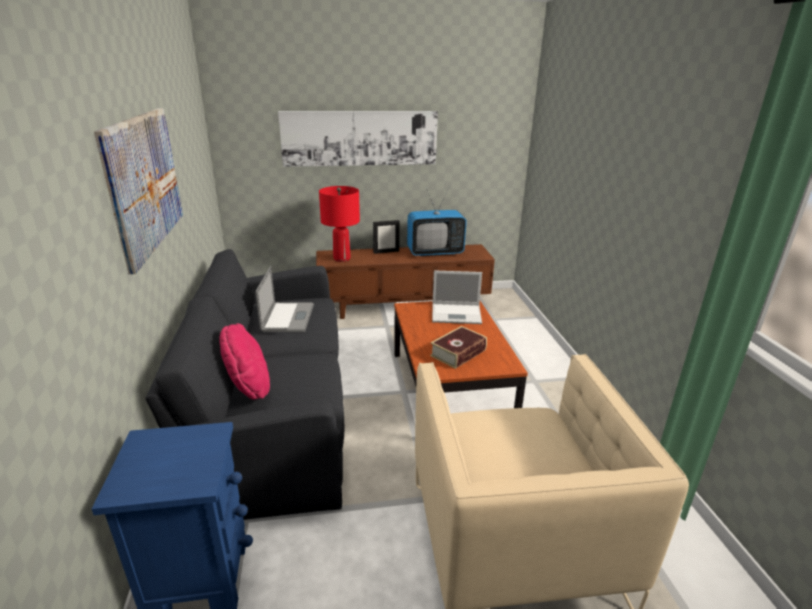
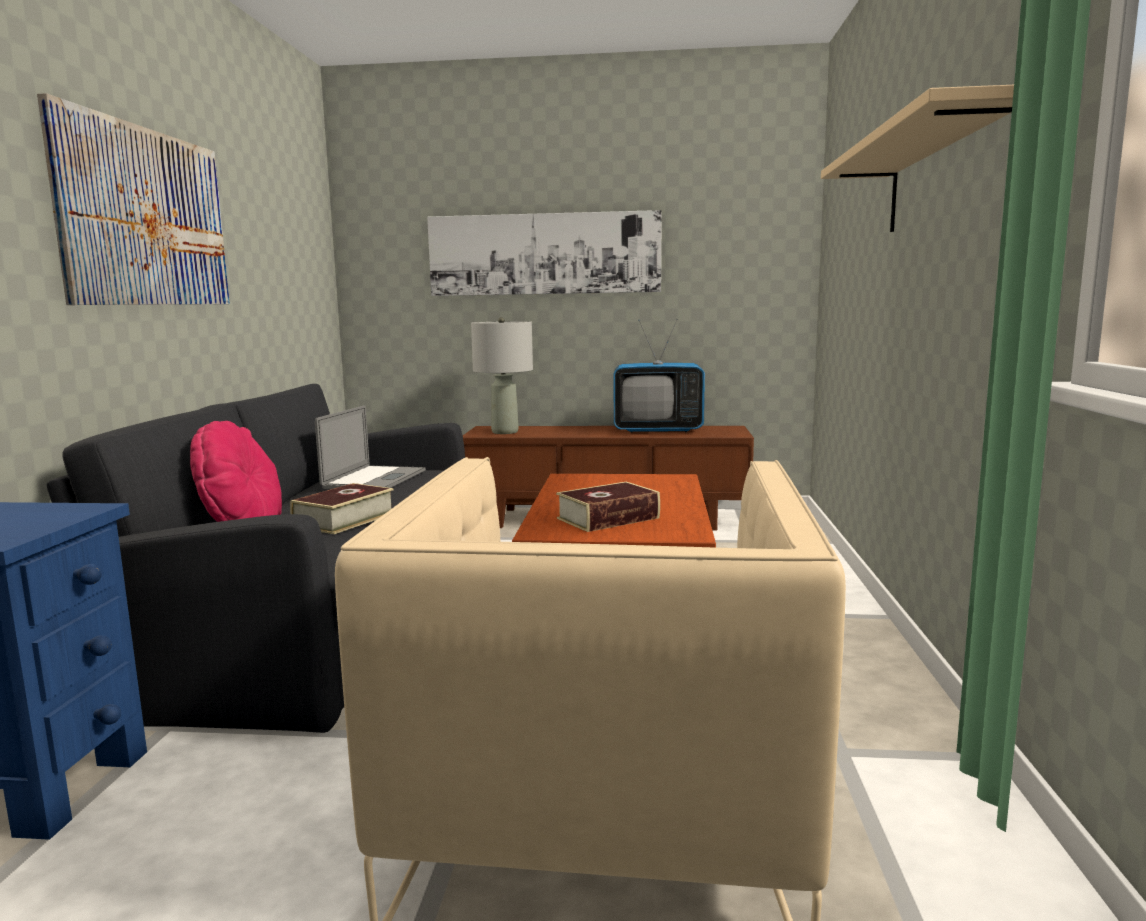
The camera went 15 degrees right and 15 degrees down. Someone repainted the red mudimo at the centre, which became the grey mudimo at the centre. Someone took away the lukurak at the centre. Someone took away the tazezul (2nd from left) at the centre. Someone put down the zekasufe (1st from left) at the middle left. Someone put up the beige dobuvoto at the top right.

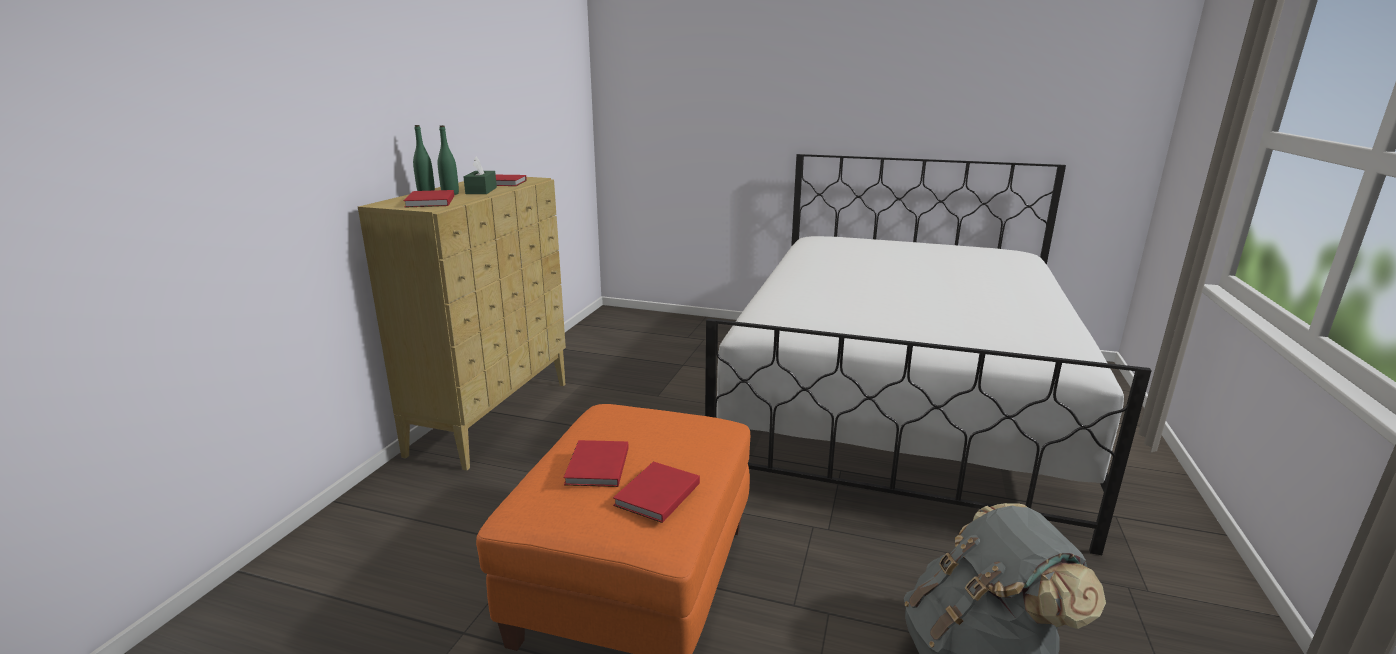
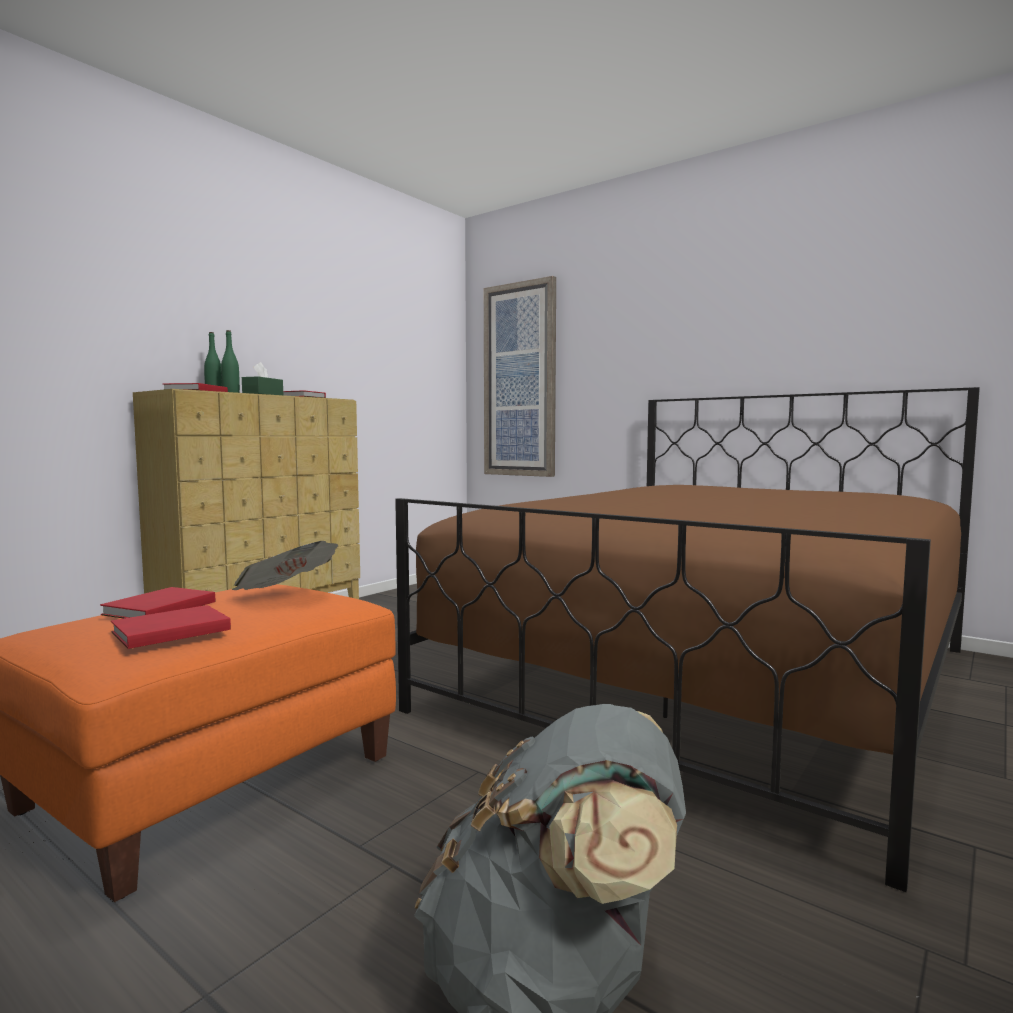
The camera went 20 degrees right and 15 degrees down. Someone repainted the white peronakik at the centre, which became the brown peronakik at the middle right. Someone put down the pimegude at the middle left. Someone put up the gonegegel at the centre.

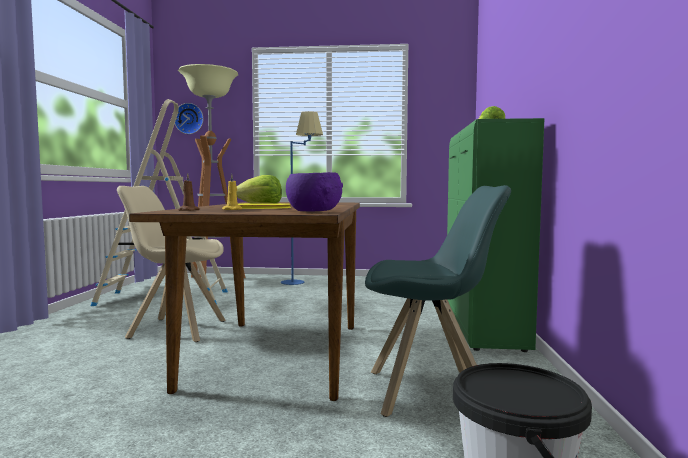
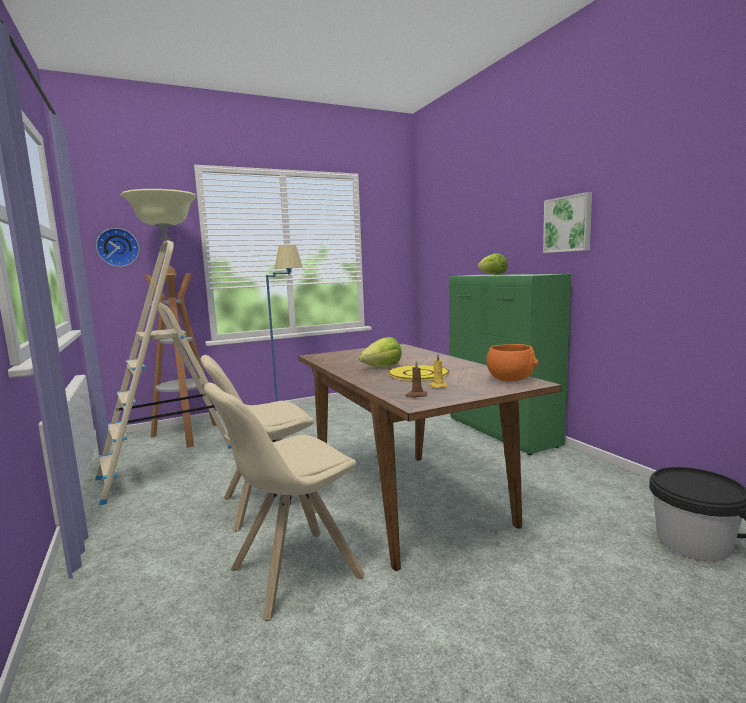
The camera went 30 degrees left and 5 degrees up. Someone repainted the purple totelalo at the centre, which became the orange totelalo at the middle right. Someone took away the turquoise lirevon at the centre. Someone put down the beige lirevon (2nd from left) at the bottom centre. Someone put up the gonegegel at the top right.

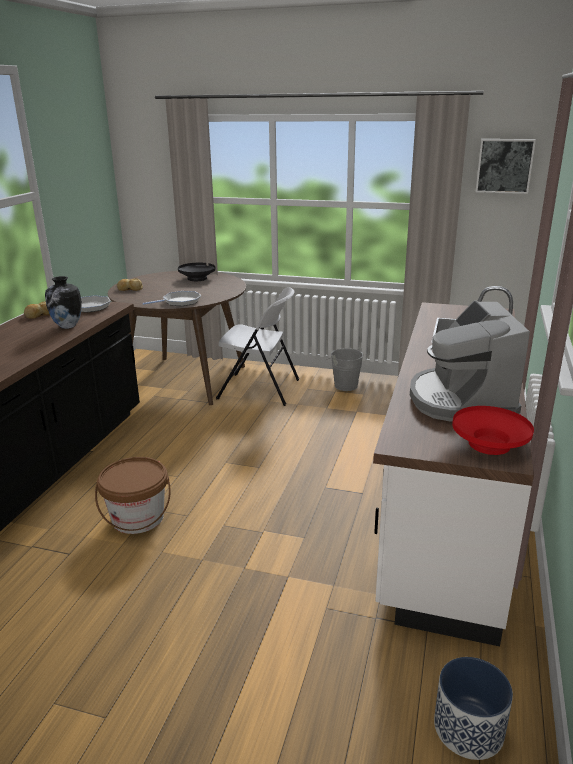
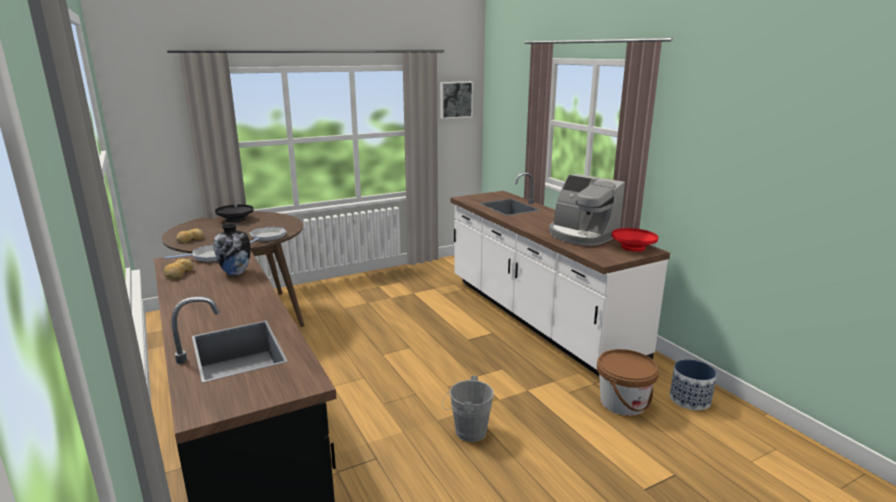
The camera went 45 degrees left and 5 degrees down. Someone carried the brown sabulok from the middle left to the bottom right. Someone took away the white lirevon at the centre. Someone carried the grey sabulok from the centre to the bottom centre.

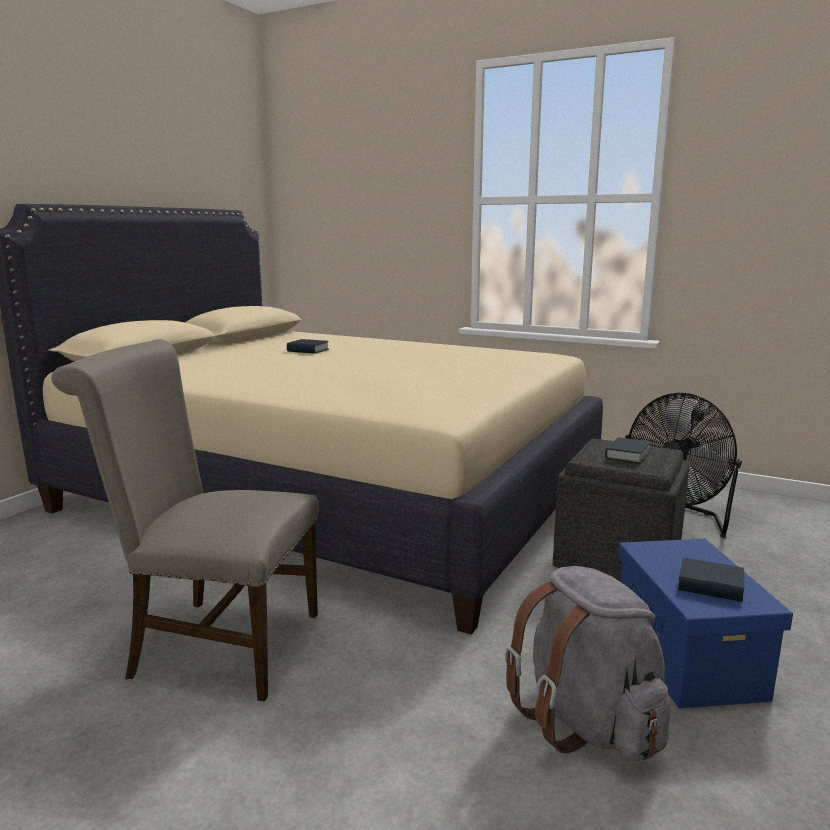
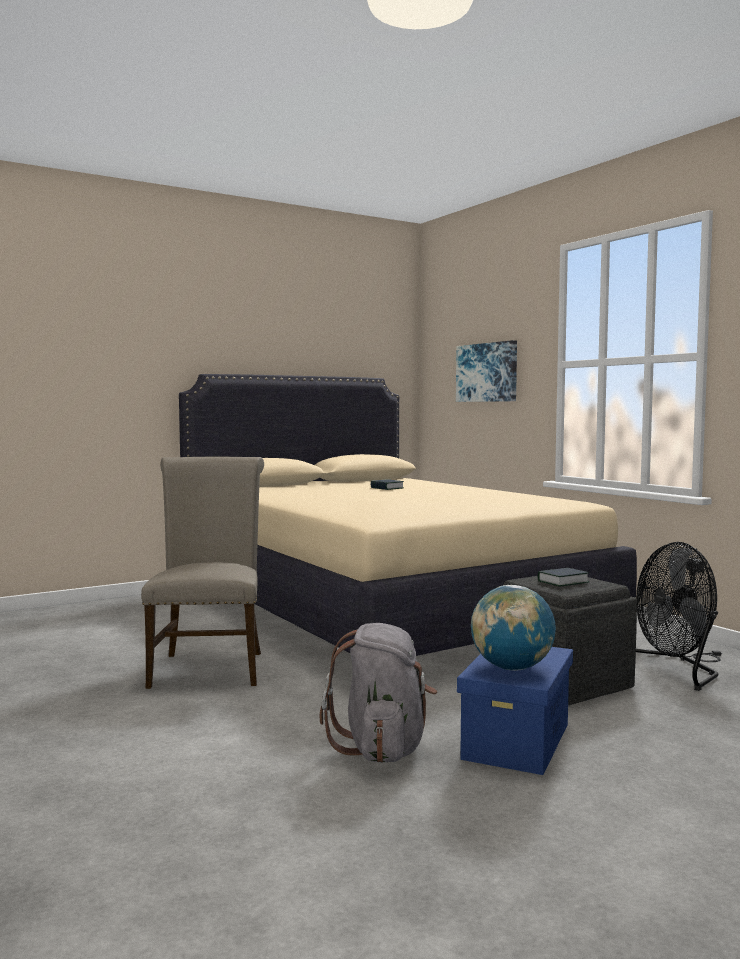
The camera went 30 degrees right and 10 degrees down. Someone rotated the beige lirevon at the middle left by 45 degrees clockwise. Someone swapped the zekasufe (3rd from left) at the bottom right for the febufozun at the middle right. Someone put up the gonegegel at the centre.

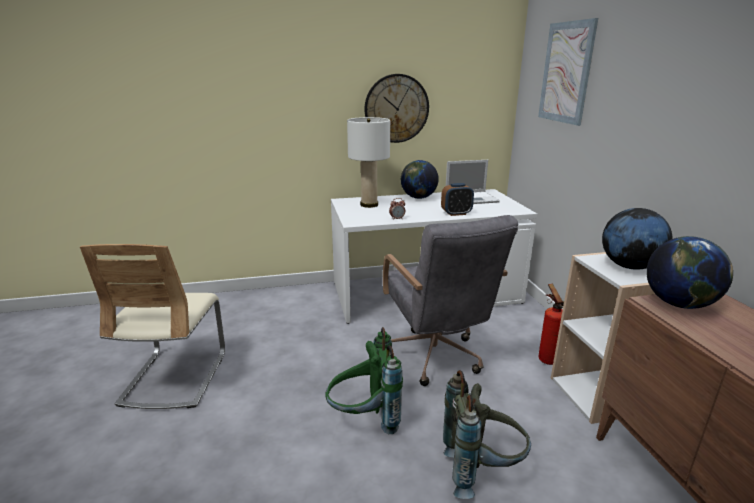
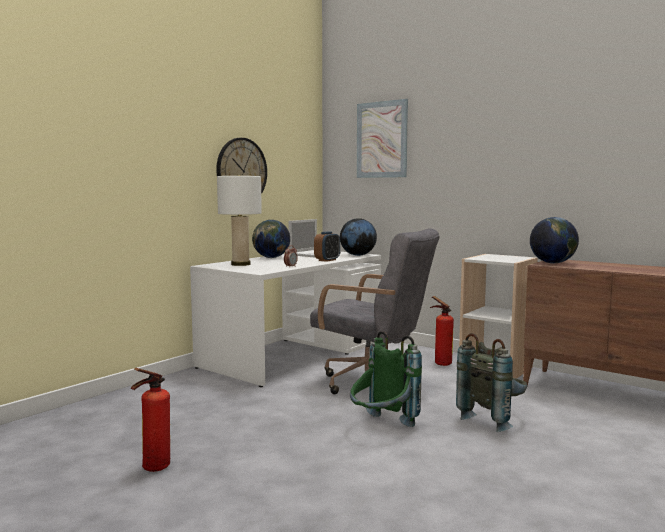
The camera went 40 degrees left and 15 degrees down. Someone swapped the beige lirevon at the middle left for the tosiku (1st from left) at the bottom left. Someone carried the febufozun (2nd from left) from the middle right to the centre.

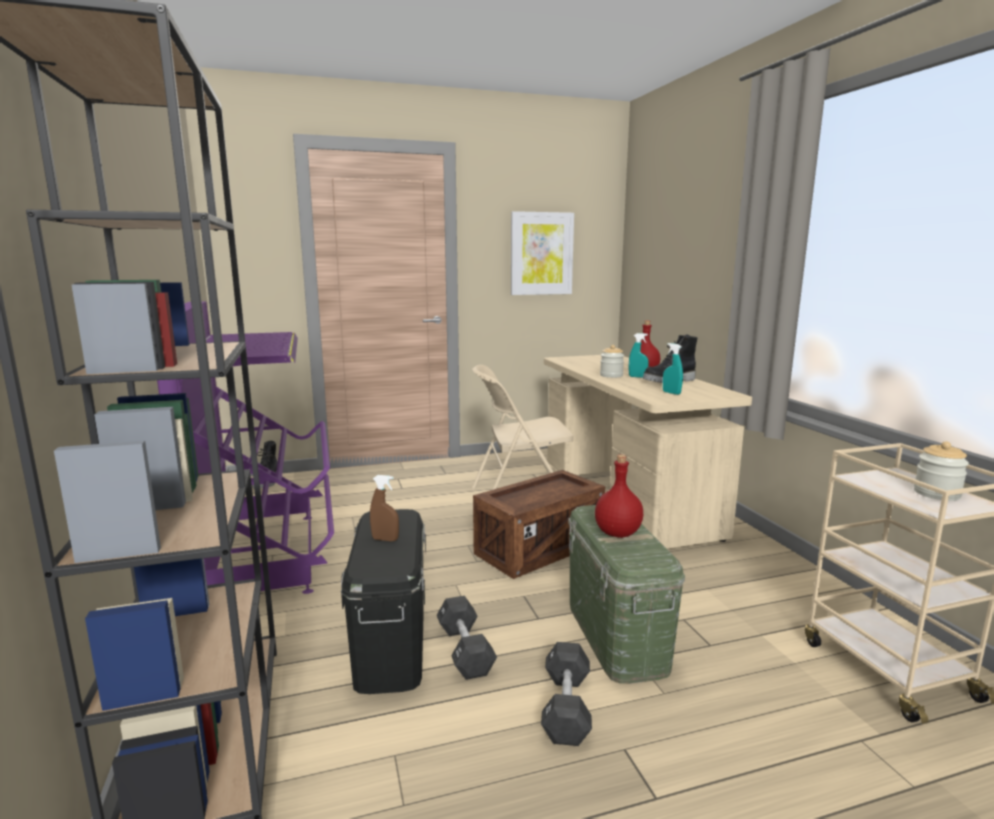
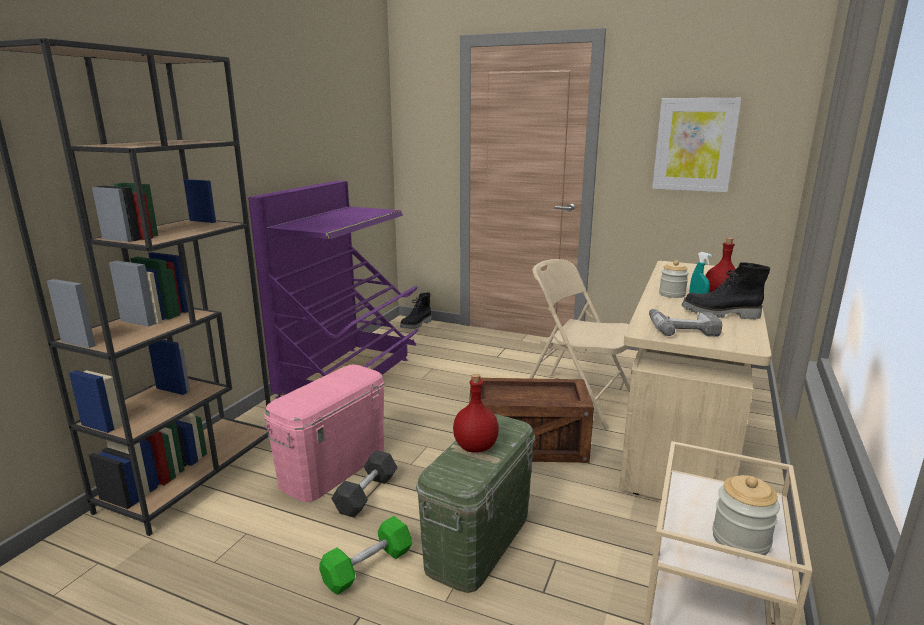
The camera went 40 degrees right and 5 degrees up. Someone repainted the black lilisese at the bottom centre, which became the pink lilisese at the bottom centre. Someone took away the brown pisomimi at the centre. Someone repainted the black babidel (2nd from left) at the bottom centre, which became the green babidel at the bottom centre. Someone swapped the turquoise pisomimi (2nd from left) at the middle right for the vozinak at the middle right.

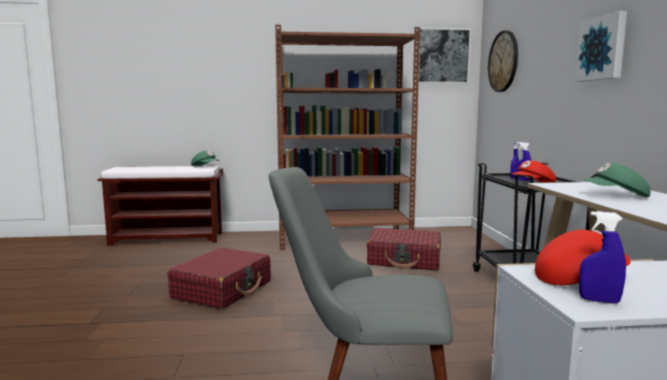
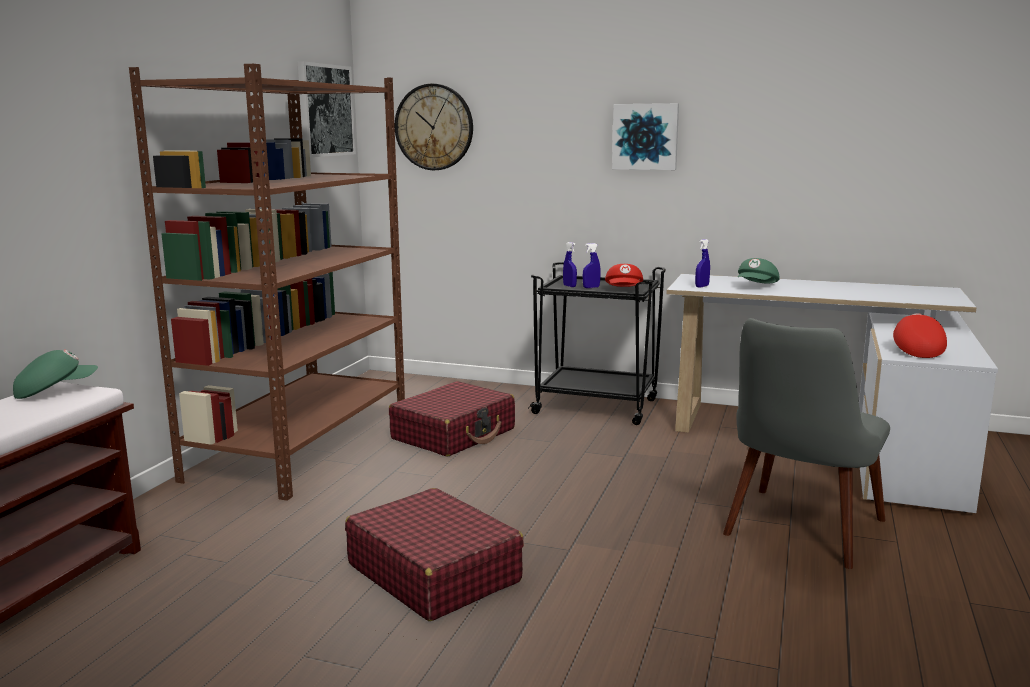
The camera went 65 degrees left and 5 degrees up. Someone carried the blue pisomimi (3rd from left) from the bottom right to the middle right.

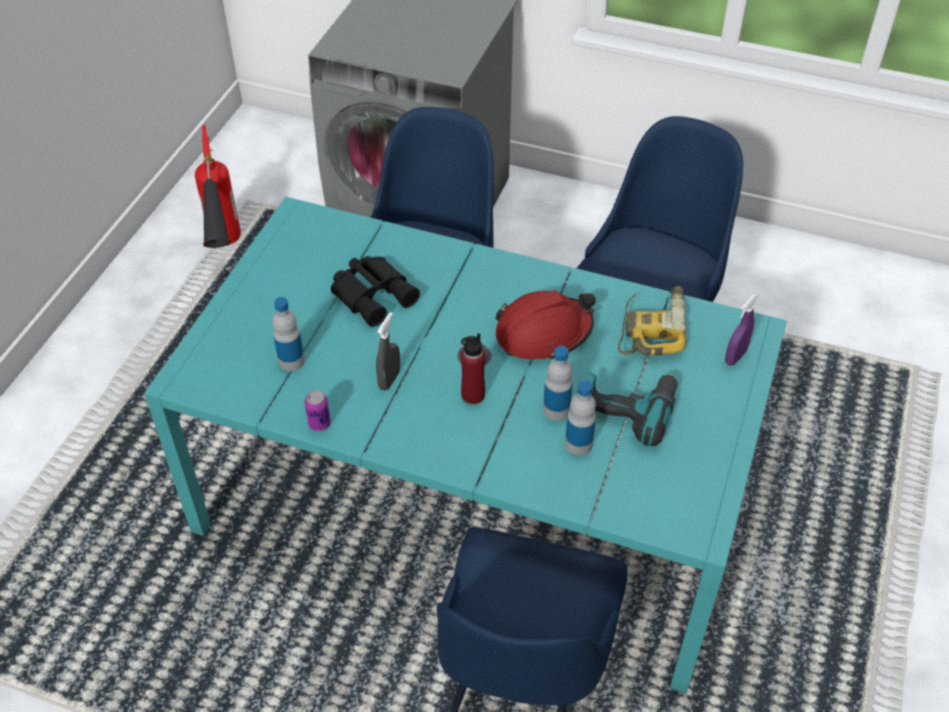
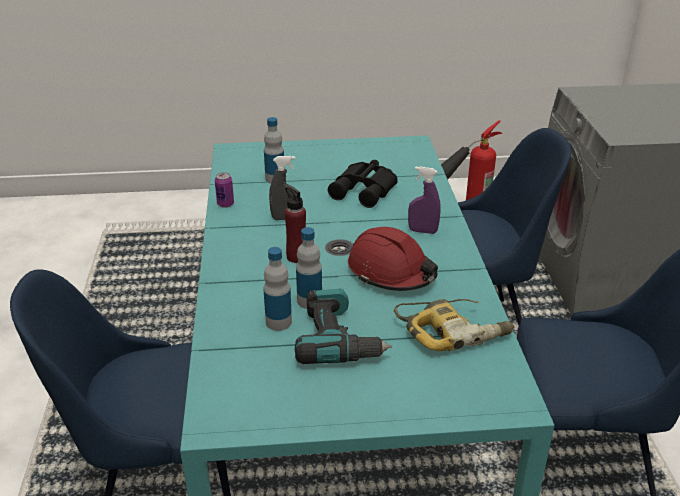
The camera went 65 degrees right and 15 degrees down. Someone carried the purple pisomimi from the middle right to the centre.

